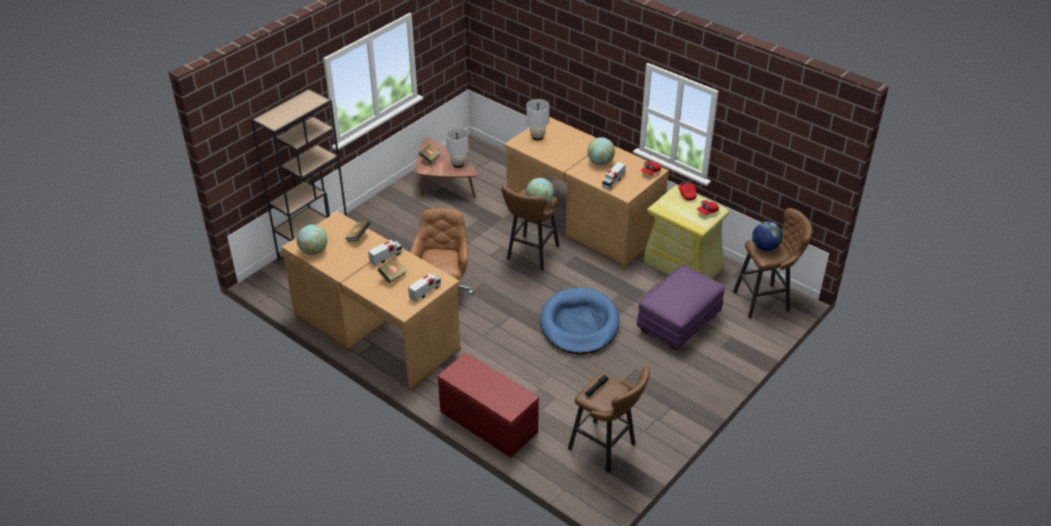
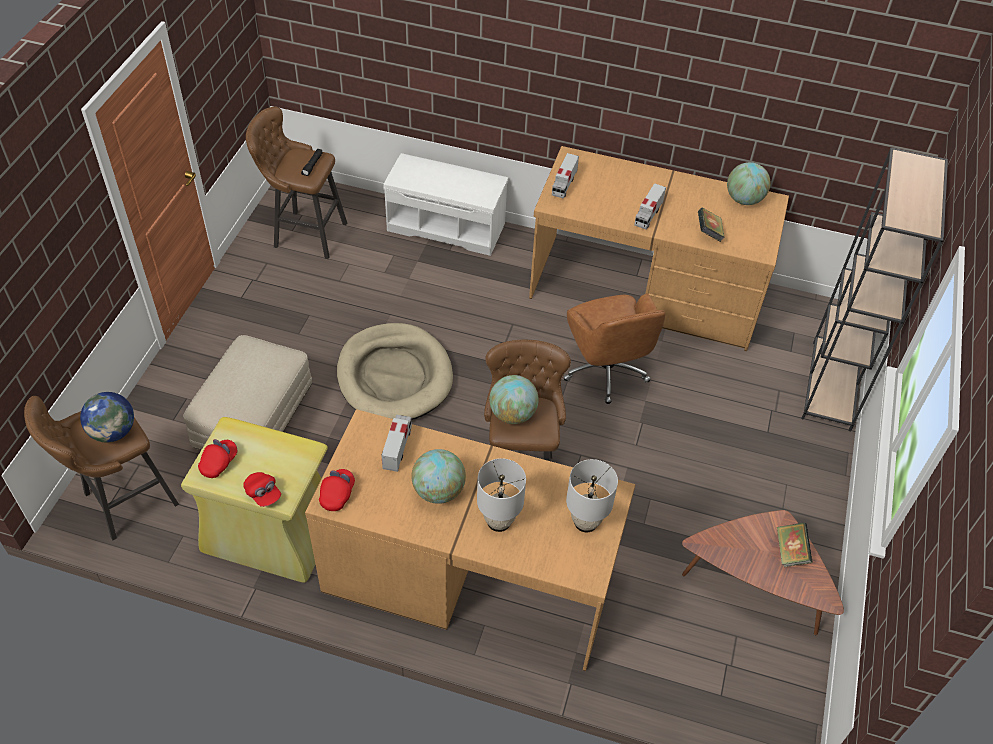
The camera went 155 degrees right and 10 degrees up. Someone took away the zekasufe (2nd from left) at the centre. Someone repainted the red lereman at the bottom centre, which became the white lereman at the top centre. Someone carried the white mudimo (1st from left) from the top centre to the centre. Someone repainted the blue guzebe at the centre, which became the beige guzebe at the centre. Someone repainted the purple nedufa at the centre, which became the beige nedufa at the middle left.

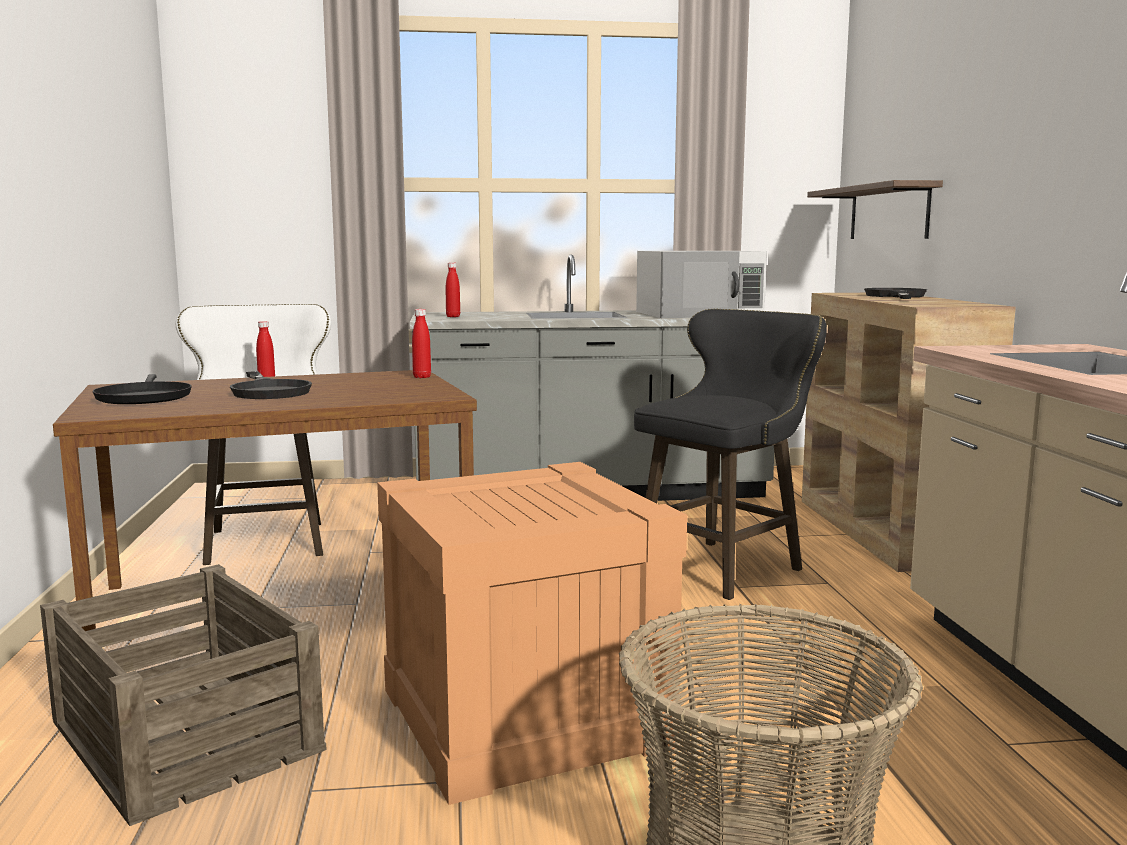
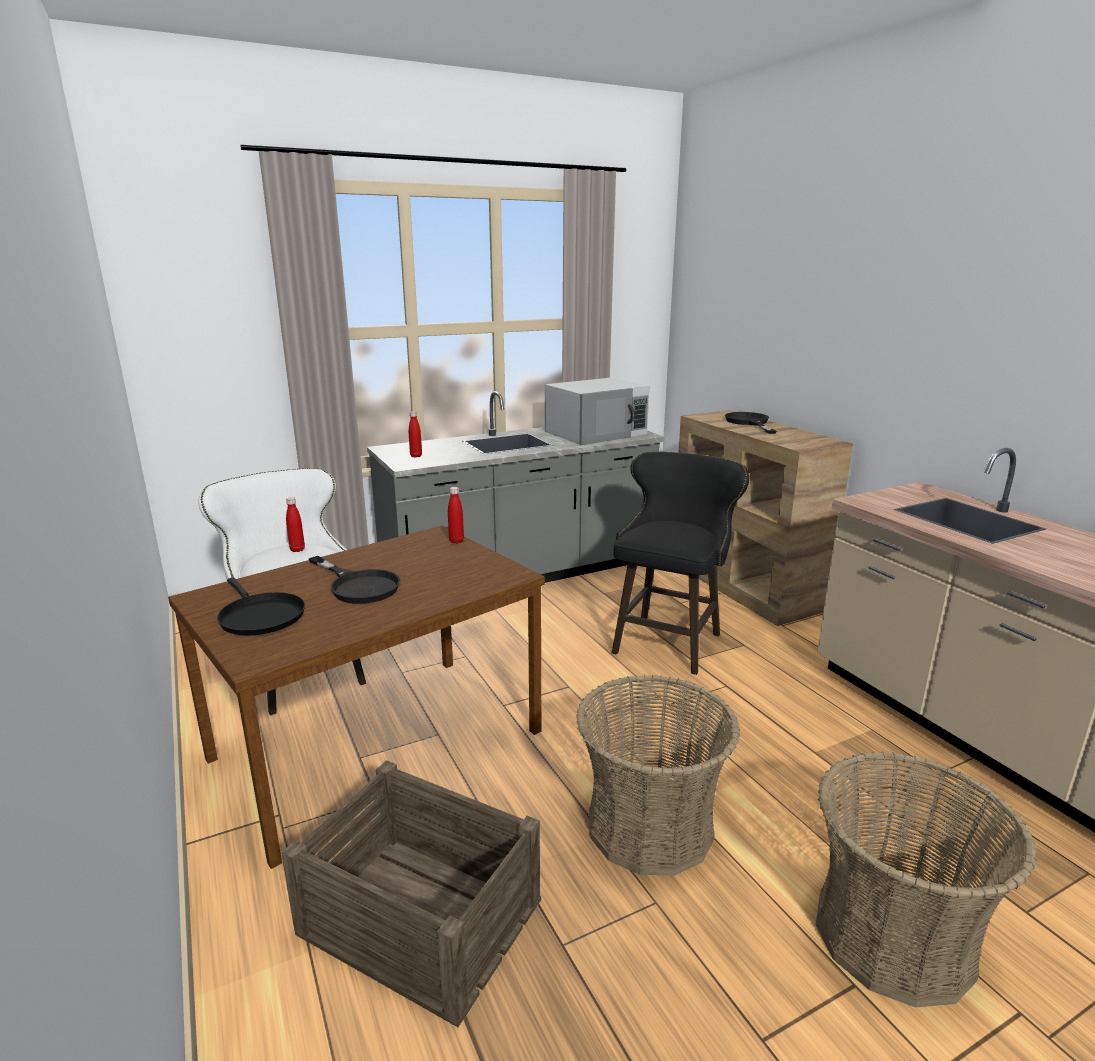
The camera went 20 degrees left and 10 degrees up. Someone swapped the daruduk (2nd from left) at the bottom centre for the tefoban (1st from left) at the bottom centre. Someone took away the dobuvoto at the top right.

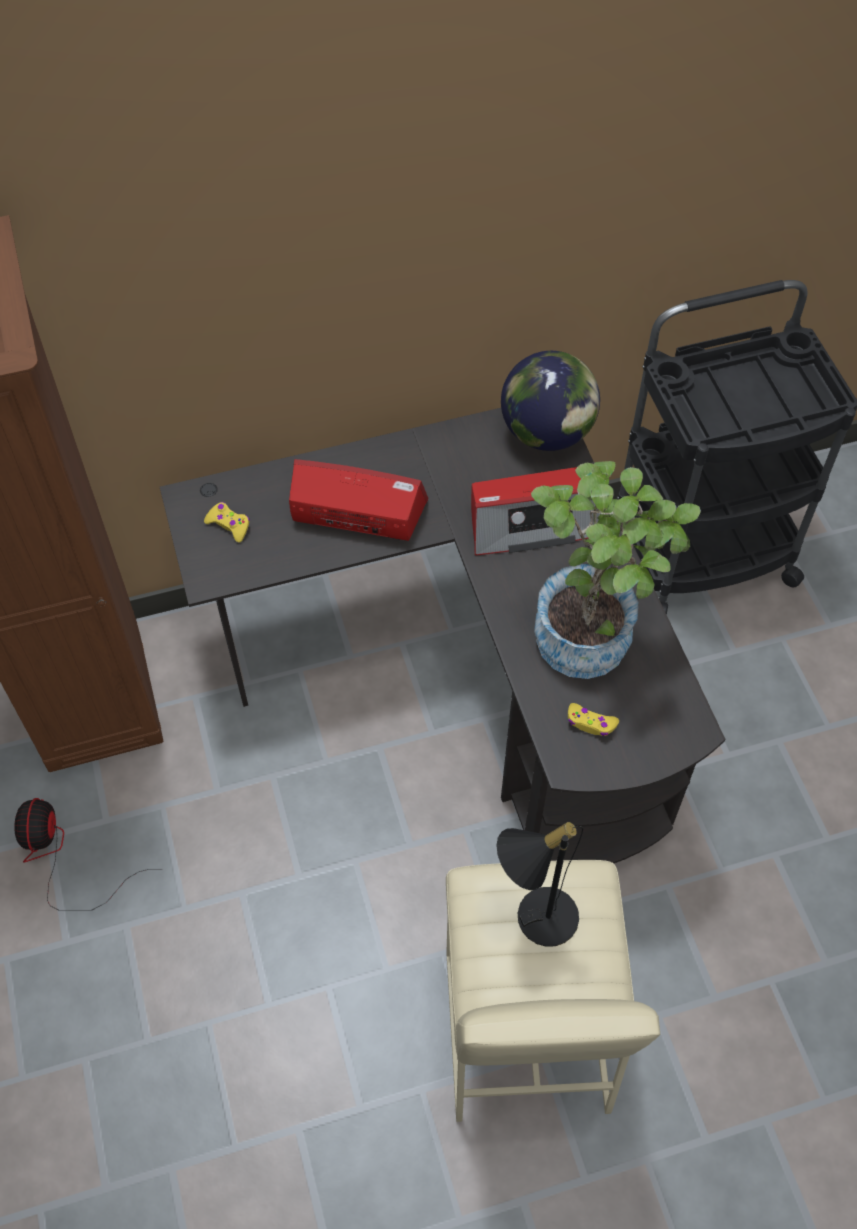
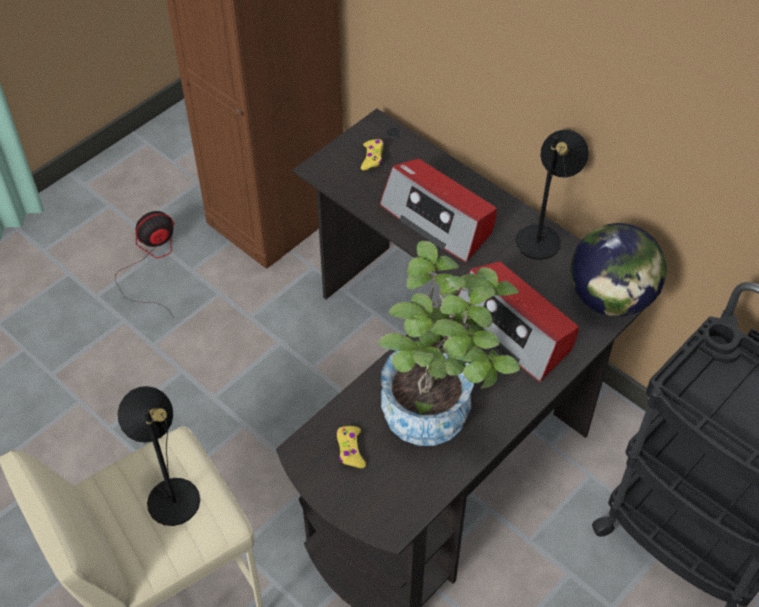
The camera went 60 degrees right and 5 degrees down. Someone rotated the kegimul (1st from left) at the centre by 150 degrees clockwise. Someone put down the black mudimo (2nd from left) at the top right.

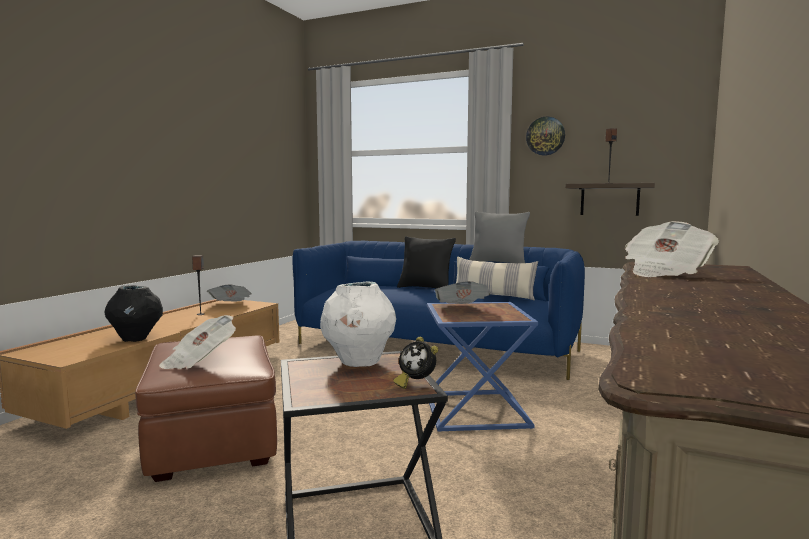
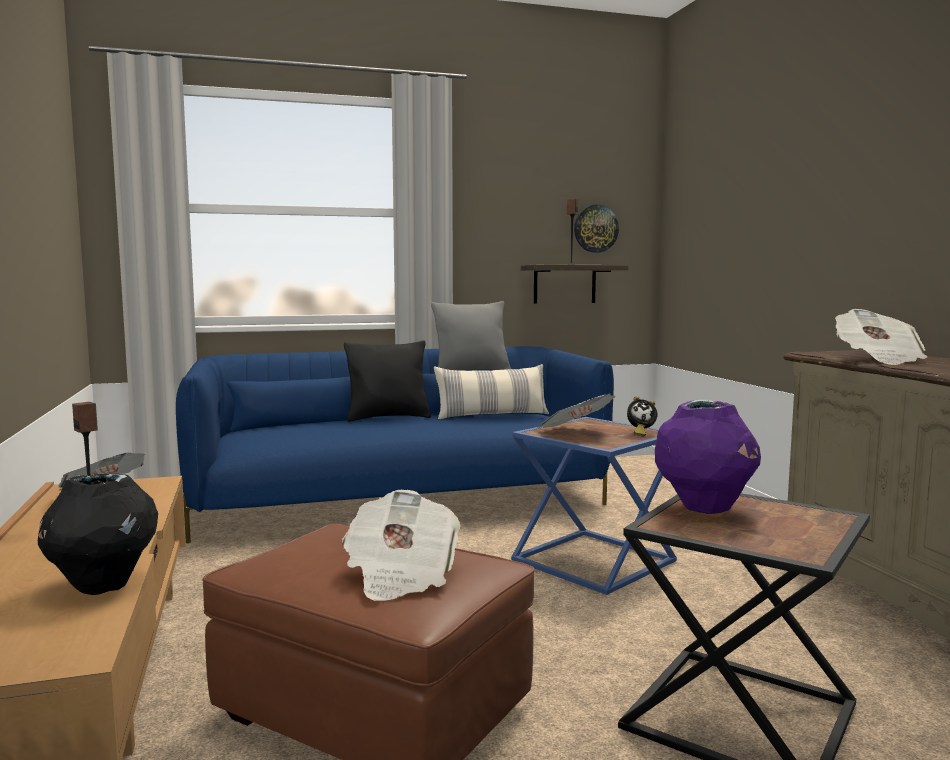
The camera went 40 degrees left and 0 degrees up. Someone repainted the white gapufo at the centre, which became the purple gapufo at the middle right. Someone carried the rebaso from the bottom centre to the middle right. Someone carried the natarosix from the top right to the top centre.

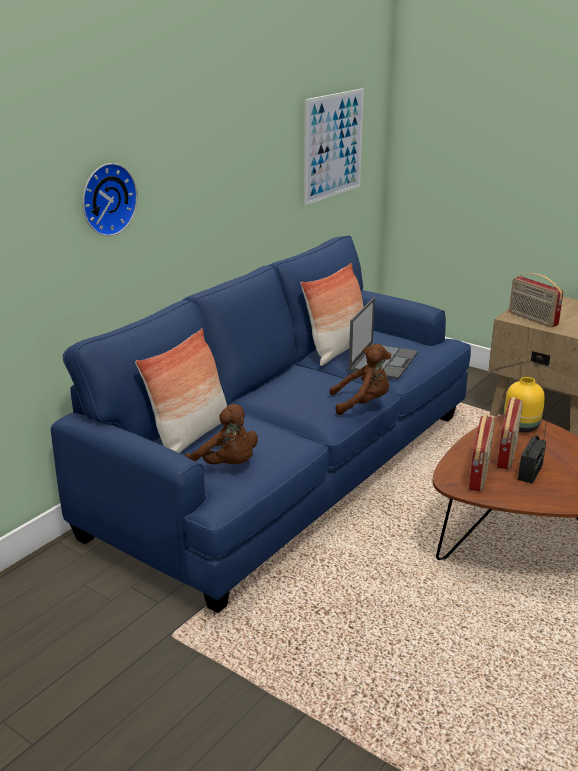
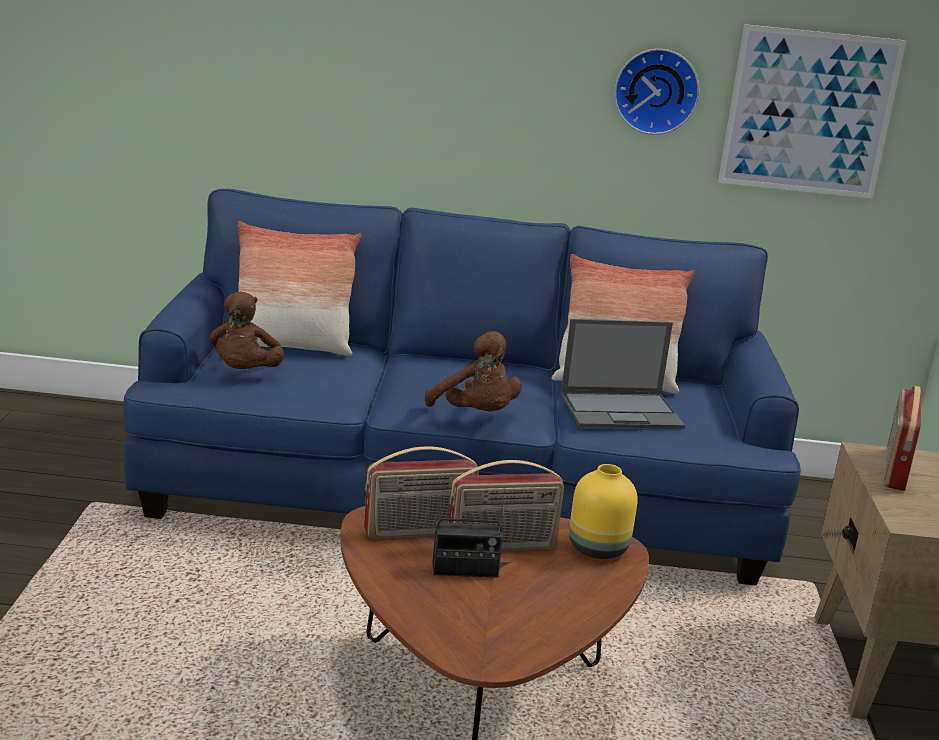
The camera went 55 degrees right and 5 degrees down. Someone carried the natarosix from the top left to the top right.

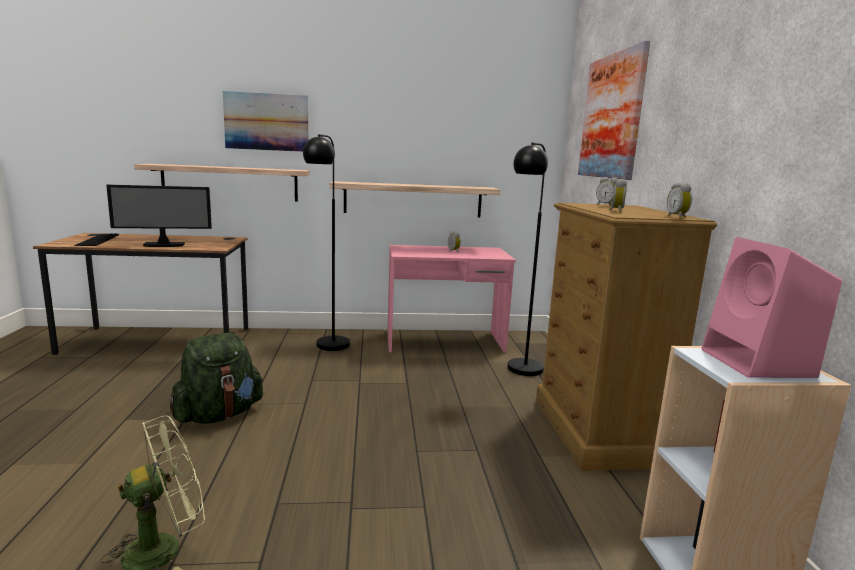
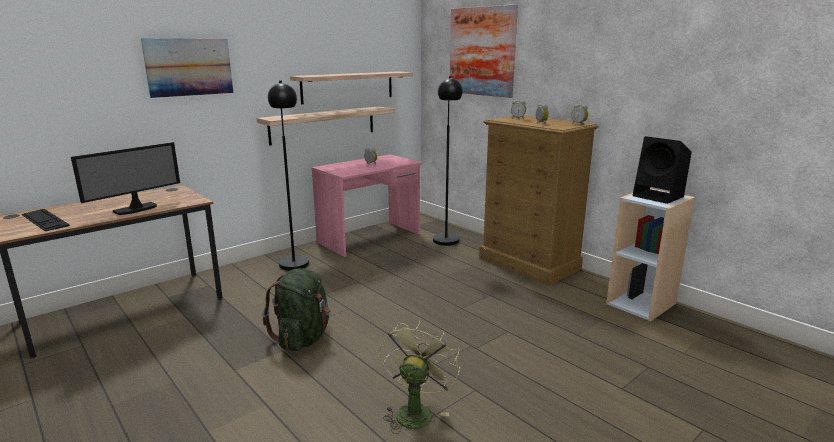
The camera went 35 degrees left and 5 degrees up. Someone carried the dobuvoto (1st from left in the first image) from the top left to the top centre. Someone repainted the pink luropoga at the middle right, which became the black luropoga at the middle right.

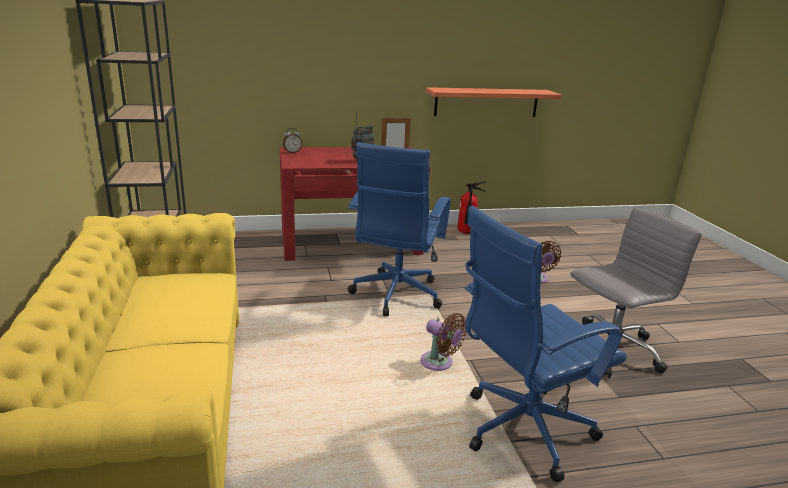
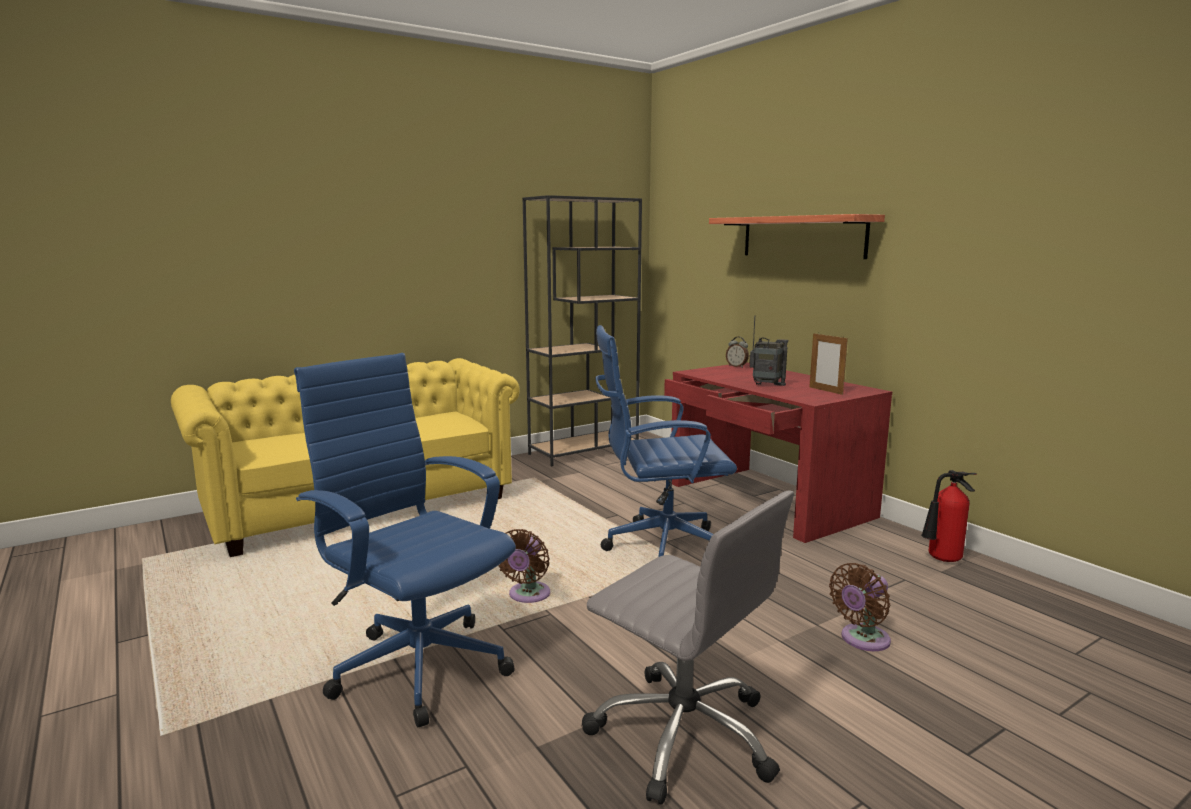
The camera went 70 degrees right and 10 degrees down. Someone carried the dobuvoto from the top centre to the top right.

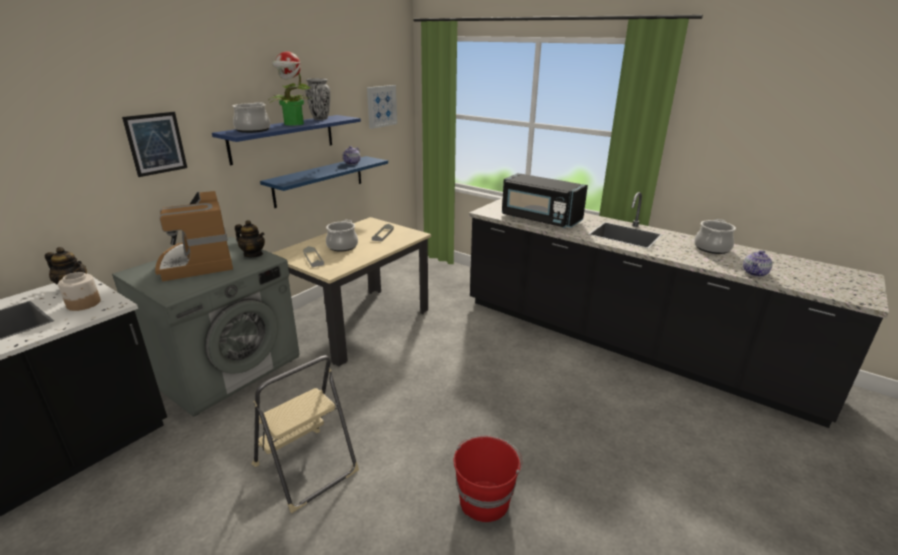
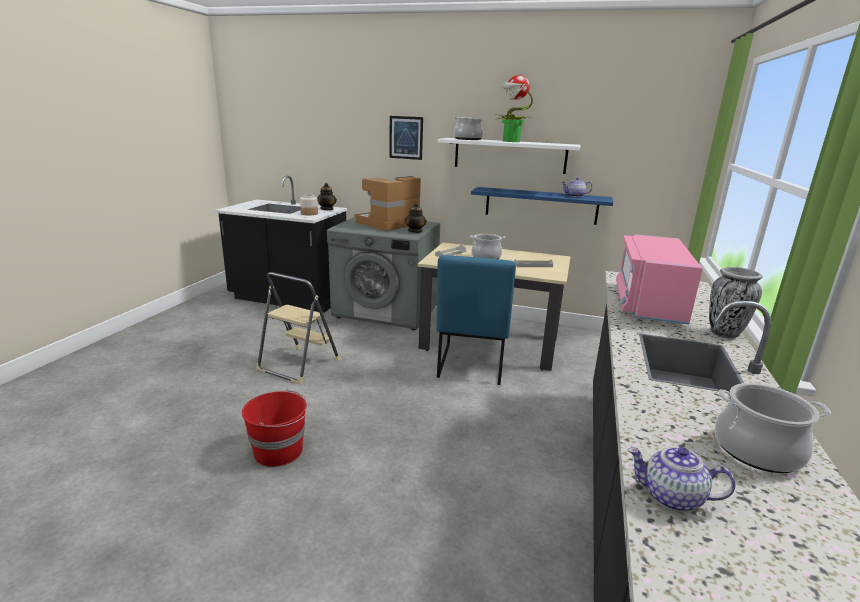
The camera went 70 degrees right and 5 degrees down. Someone repainted the blue dobuvoto (1st from left) at the top left, which became the white dobuvoto at the top centre. Someone carried the gapufo from the top centre to the middle right. Someone took away the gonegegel (2nd from left) at the top centre. Someone repainted the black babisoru at the centre, which became the pink babisoru at the middle right. Someone put down the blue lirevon at the centre.

